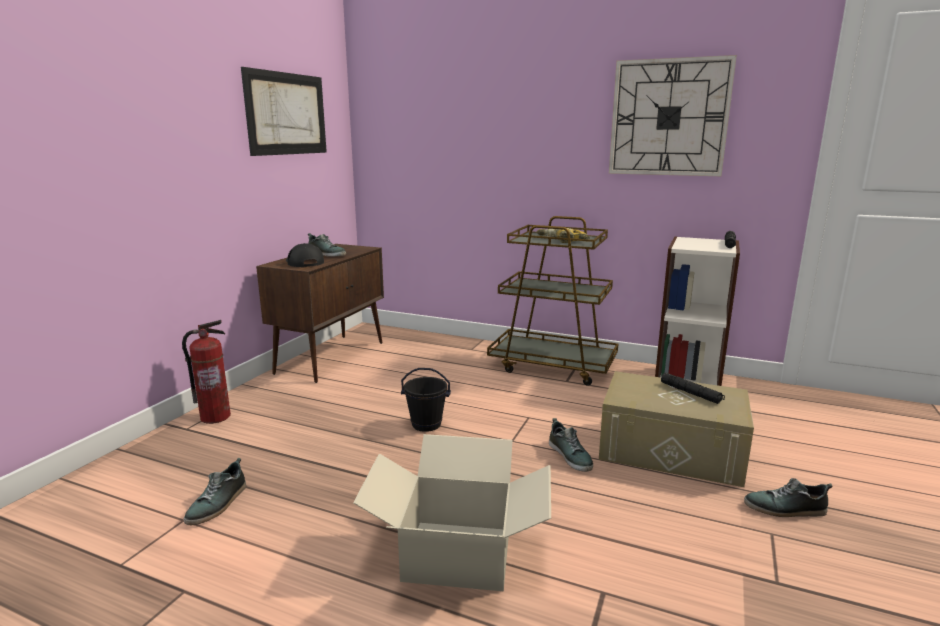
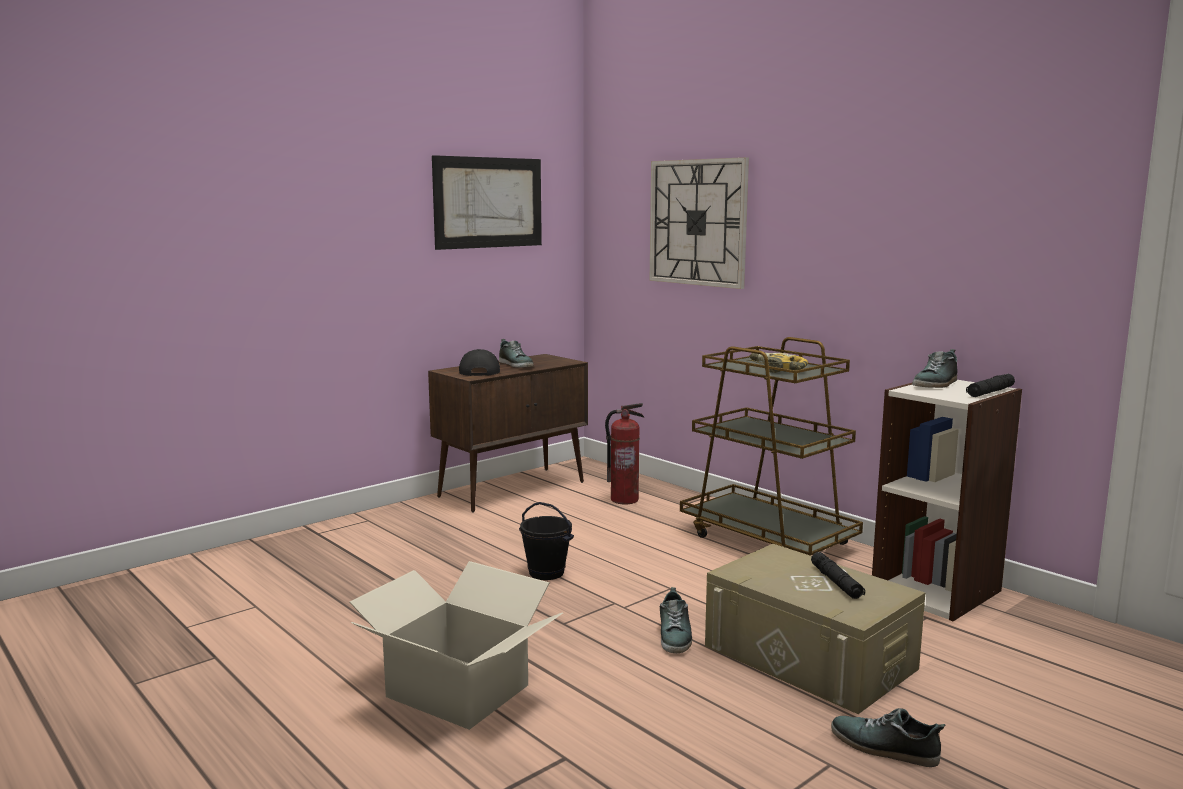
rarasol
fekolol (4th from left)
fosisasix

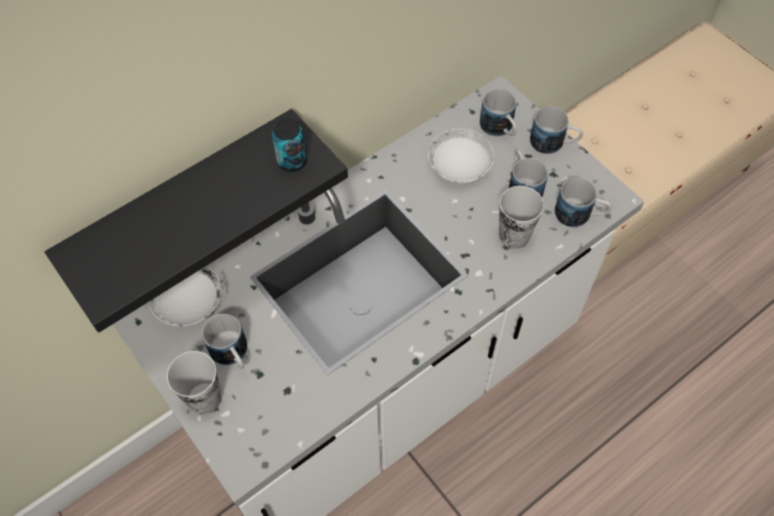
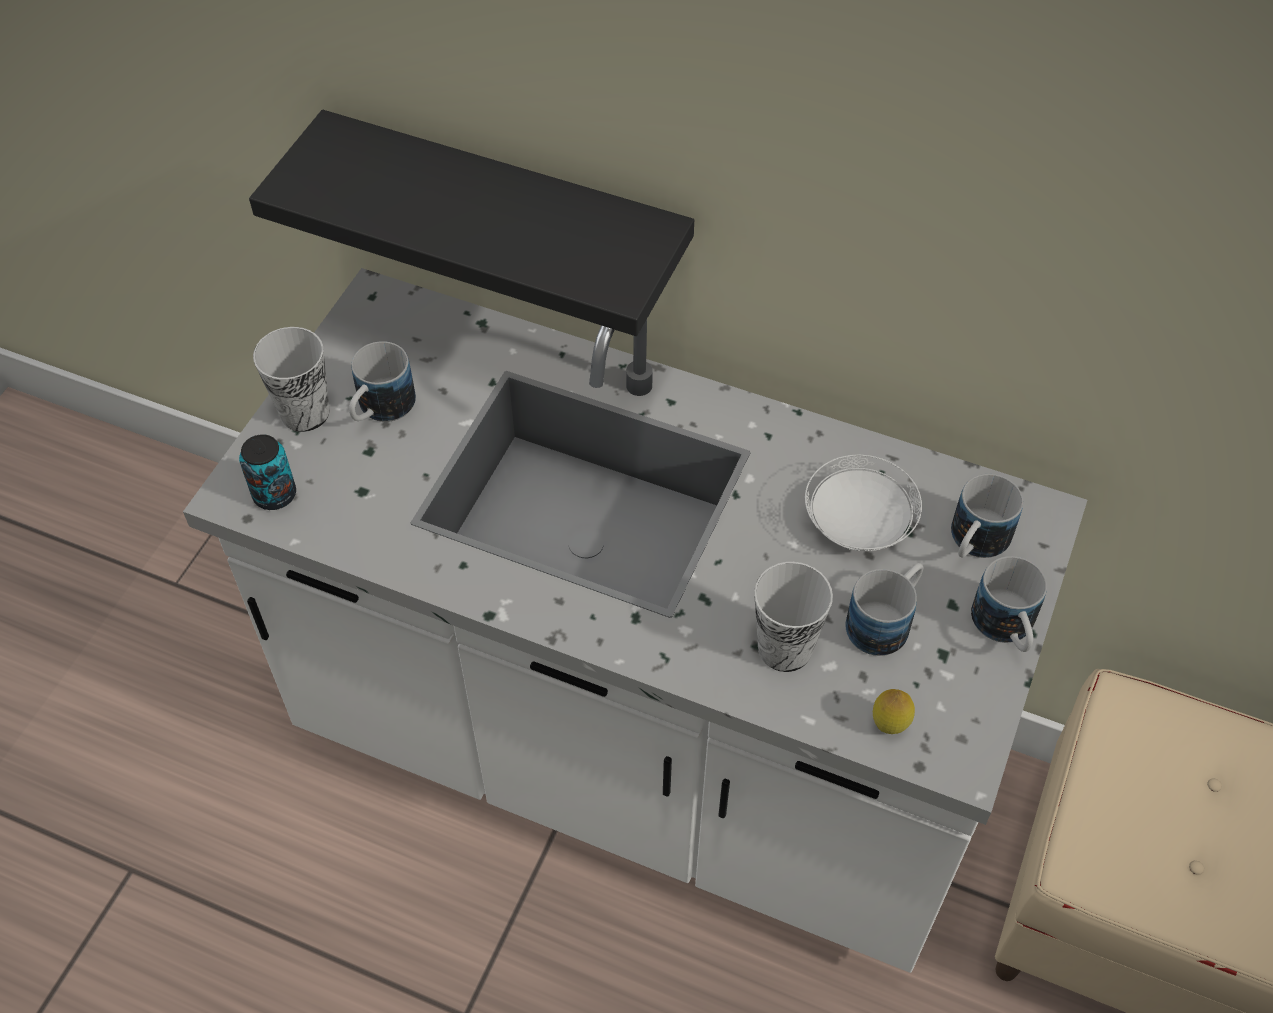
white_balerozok (1st from left in the first image)
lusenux
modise

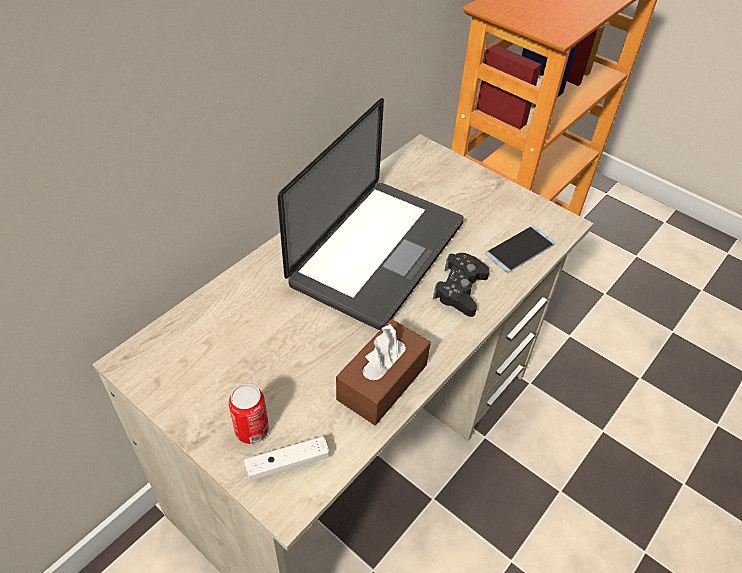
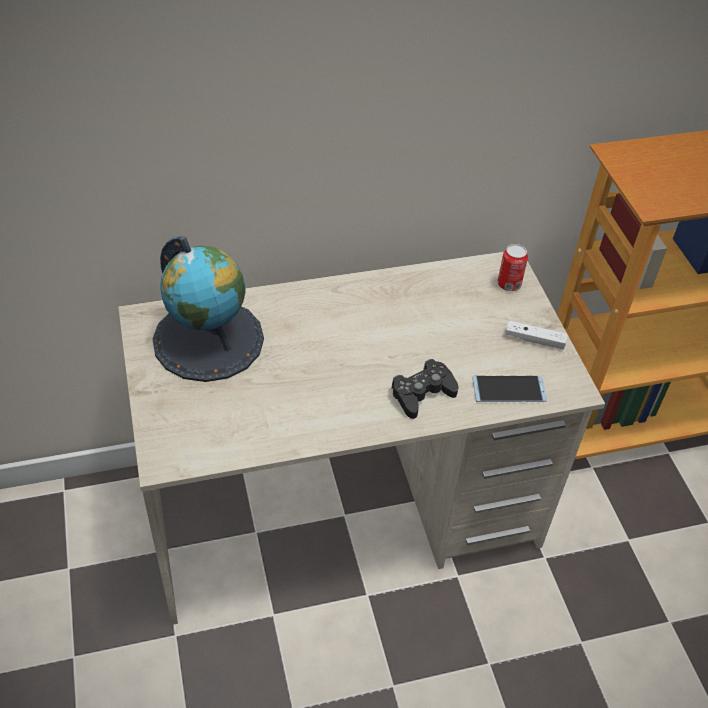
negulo
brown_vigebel
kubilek
lusenux
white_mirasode

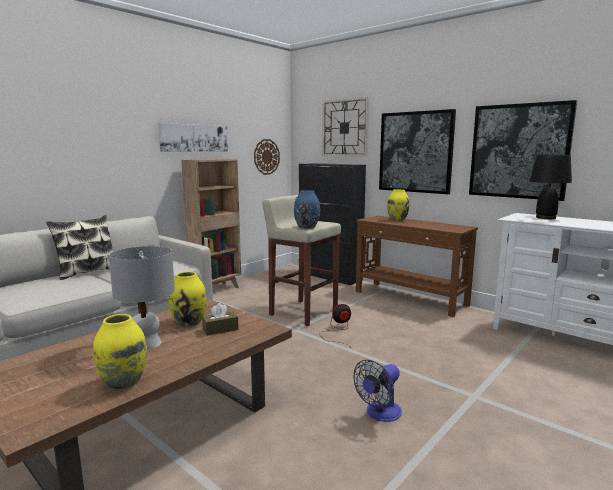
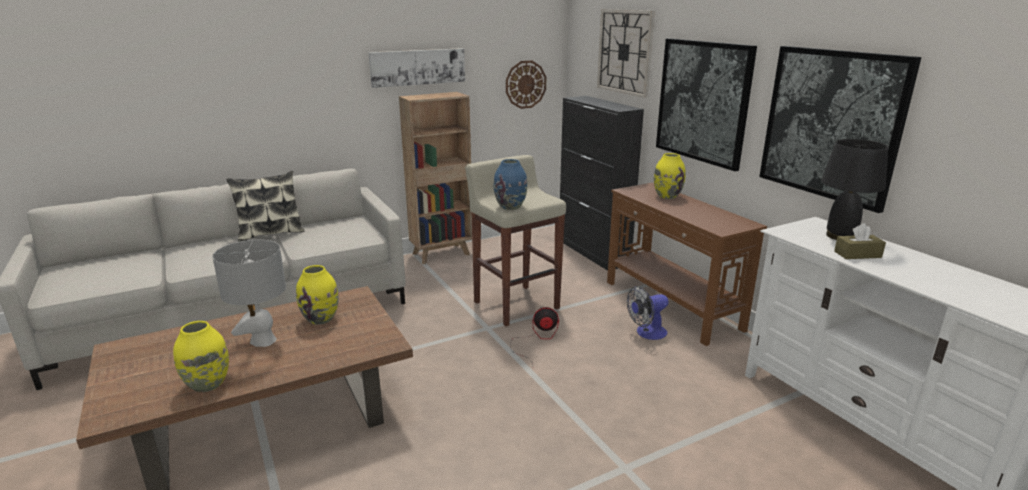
brown_vigebel
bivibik (2nd from left)

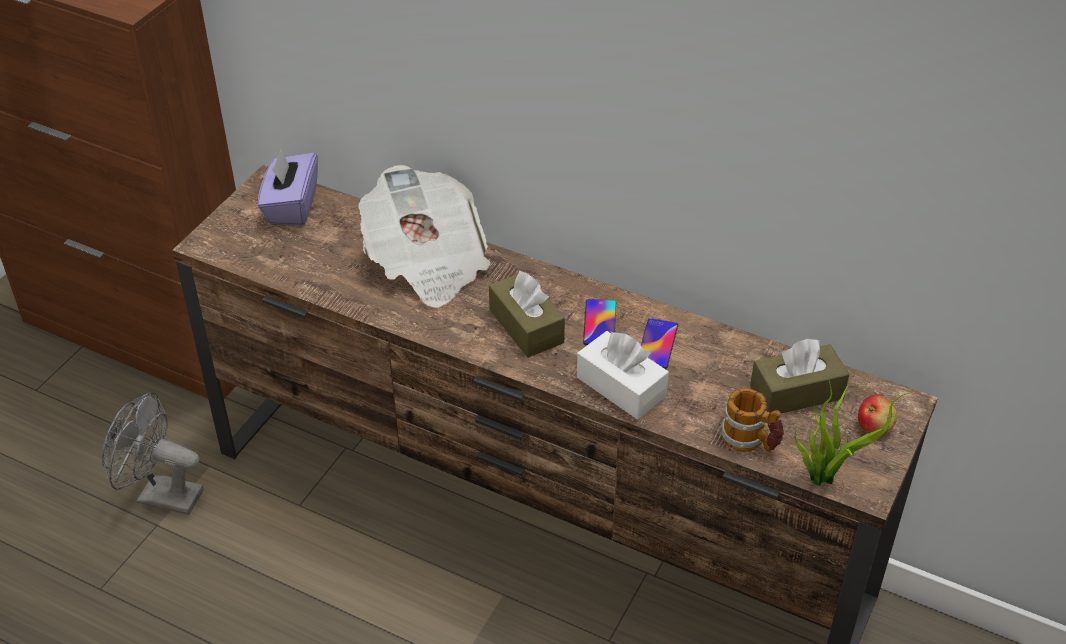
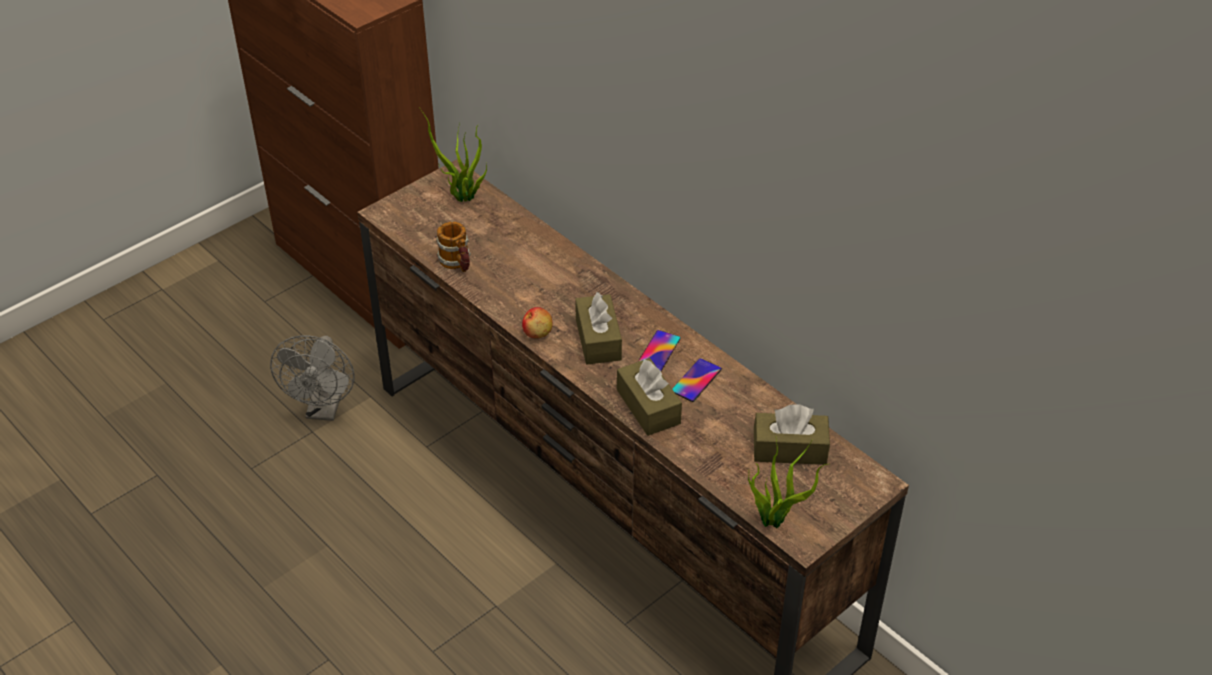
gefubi
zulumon
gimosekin
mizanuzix (1st from left)
brown_vigebel (2nd from left)
grey_bivibik

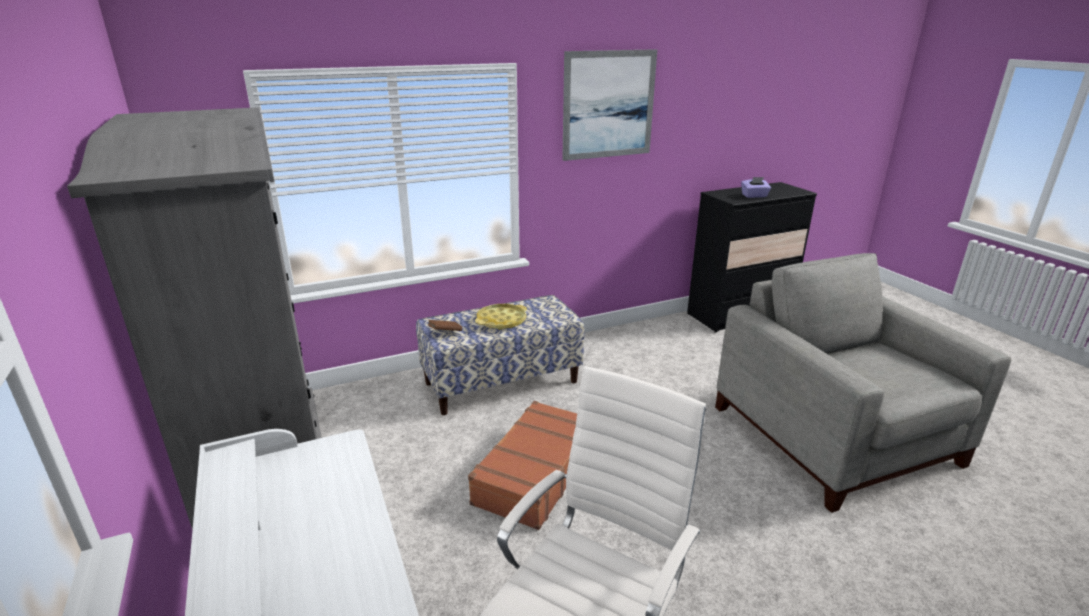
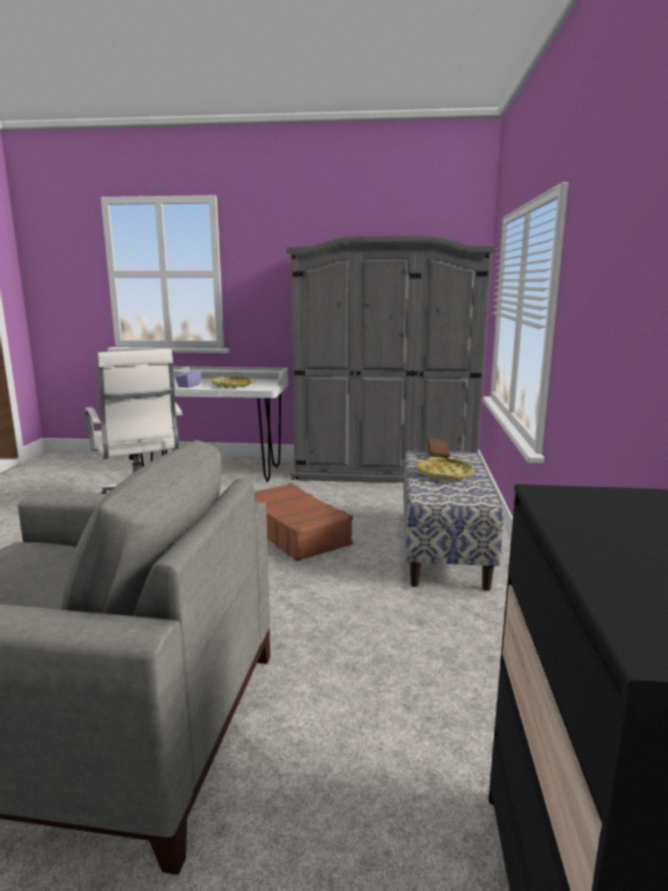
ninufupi
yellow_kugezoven (1st from left)
purple_vigebel

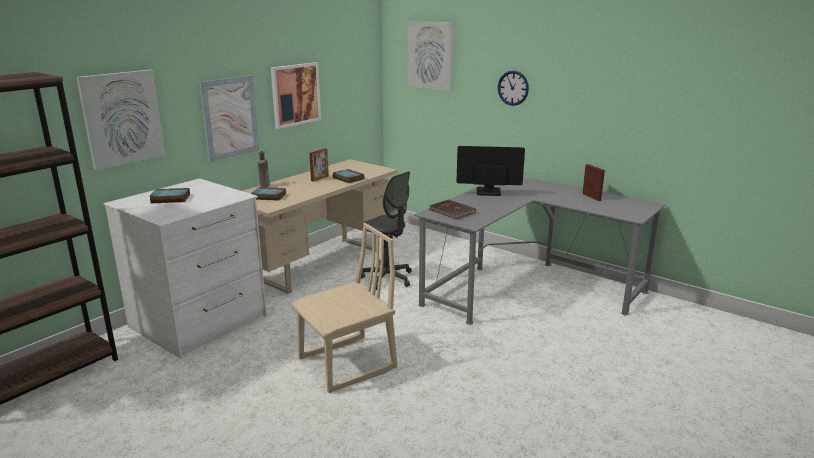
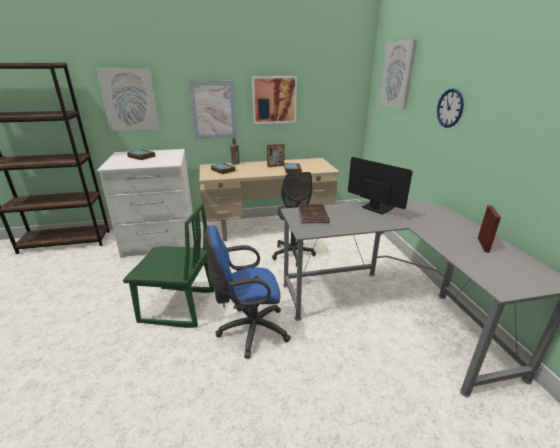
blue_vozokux
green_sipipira

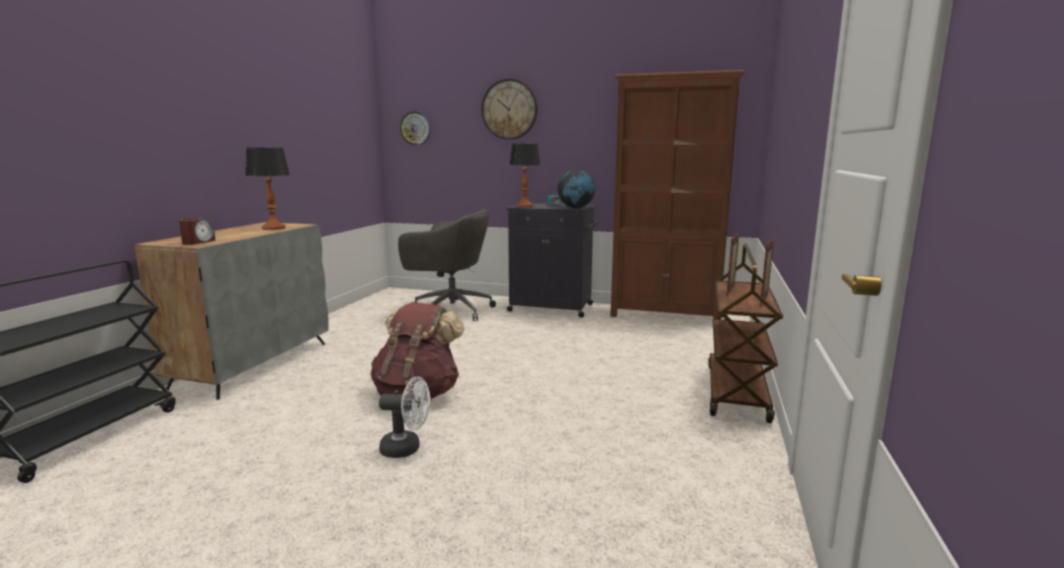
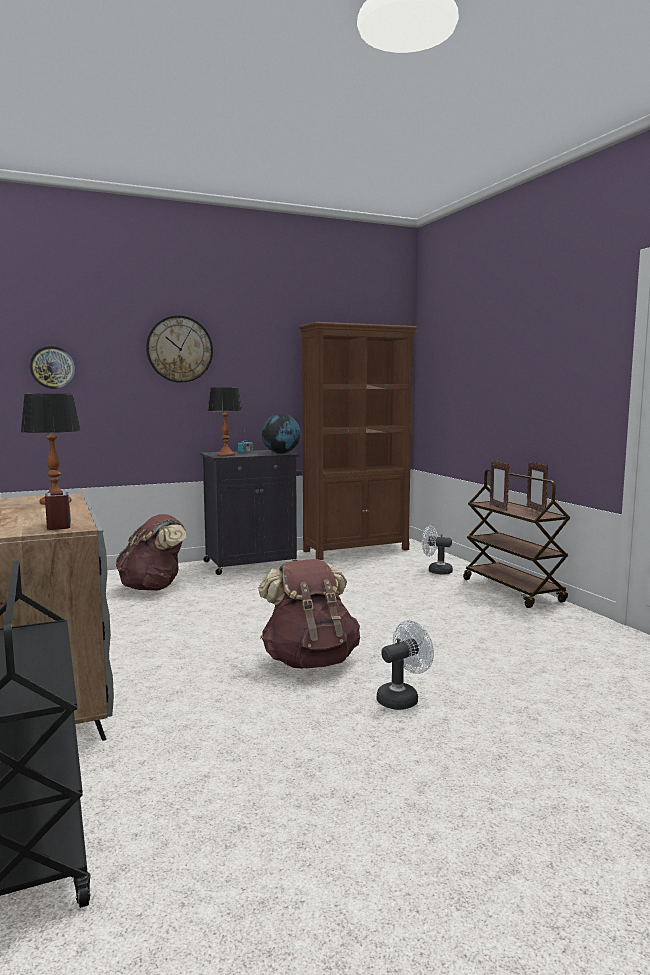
white_bivibik (2nd from left)
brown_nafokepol (1st from left)

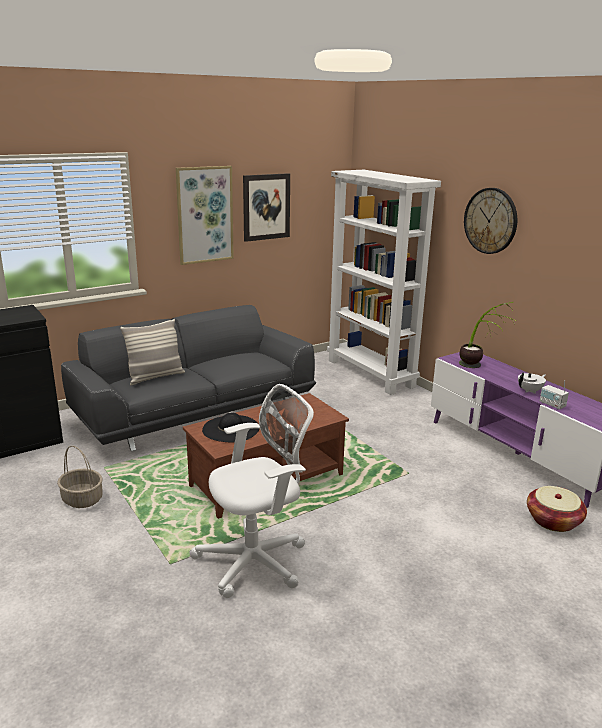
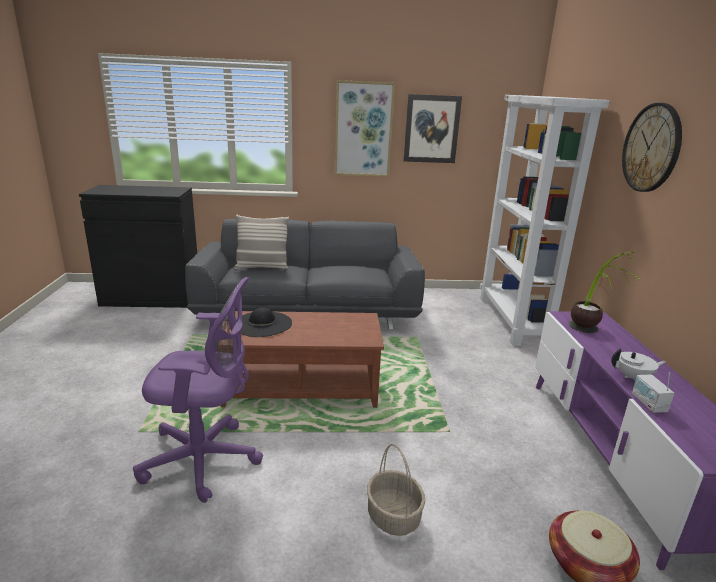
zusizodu (1st from left)
purple_vozokux

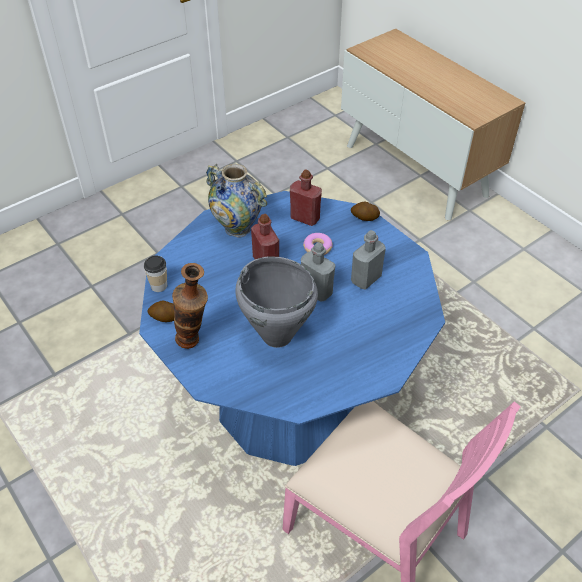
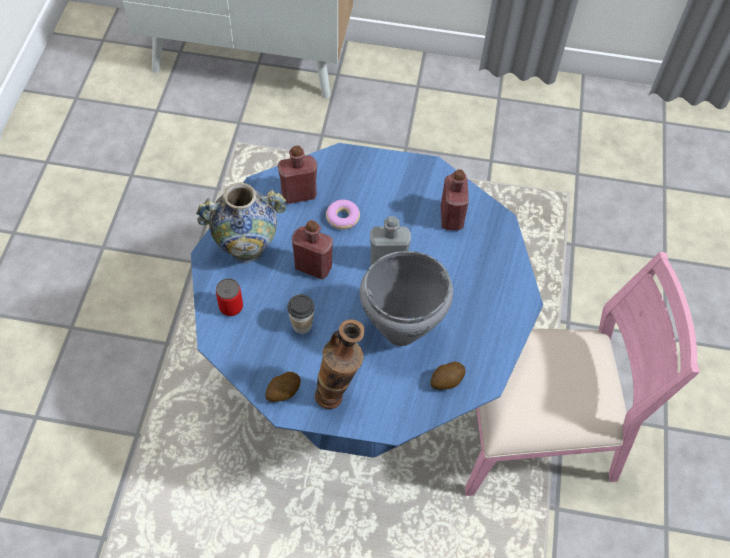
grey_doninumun (2nd from left in the first image)
lusenux
red_doninumun (3rd from left)
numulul
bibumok (2nd from left)

